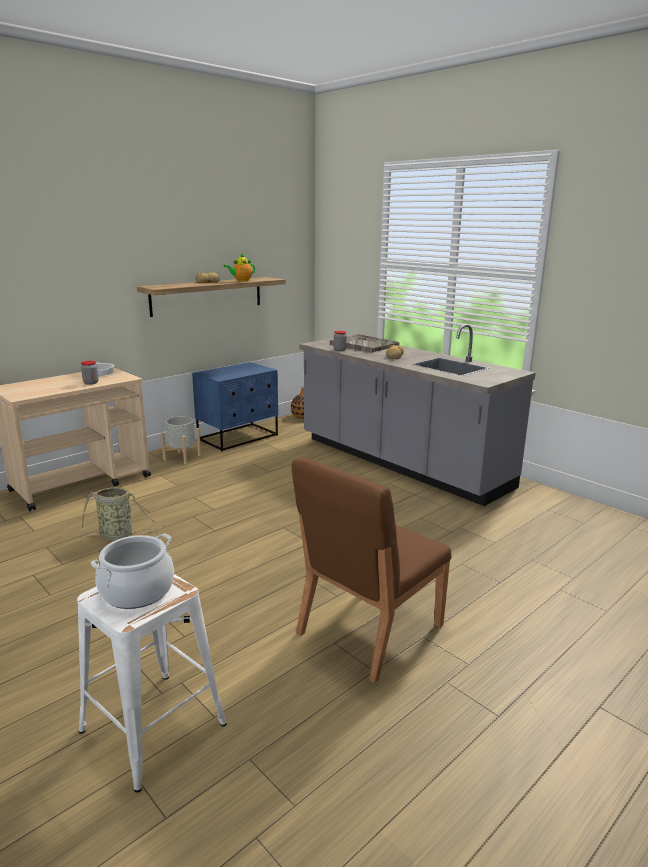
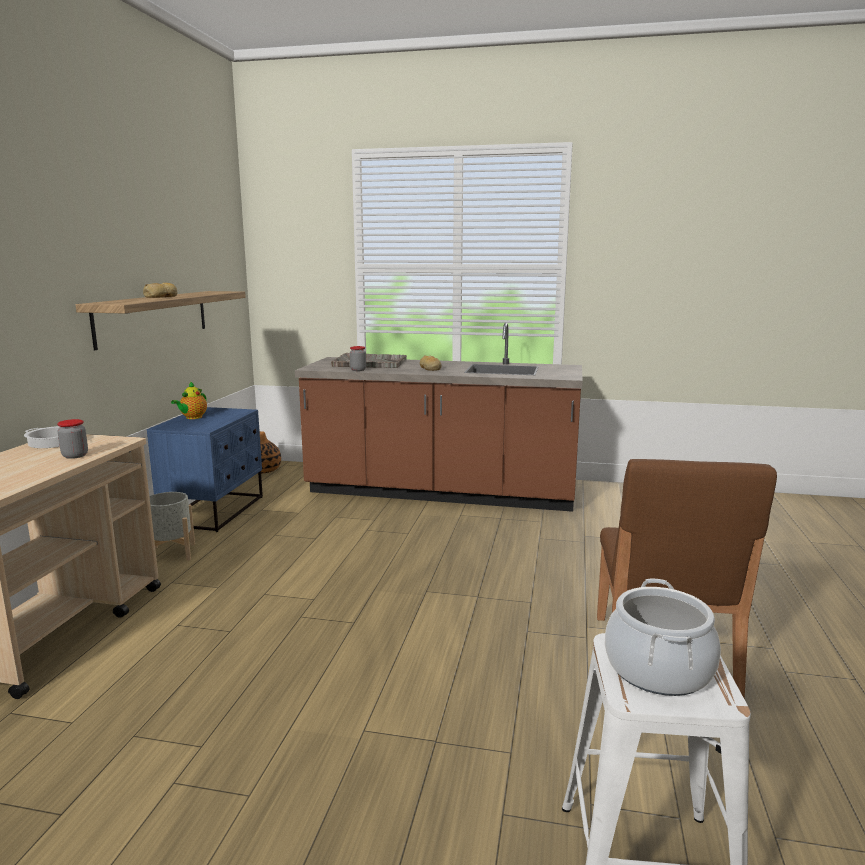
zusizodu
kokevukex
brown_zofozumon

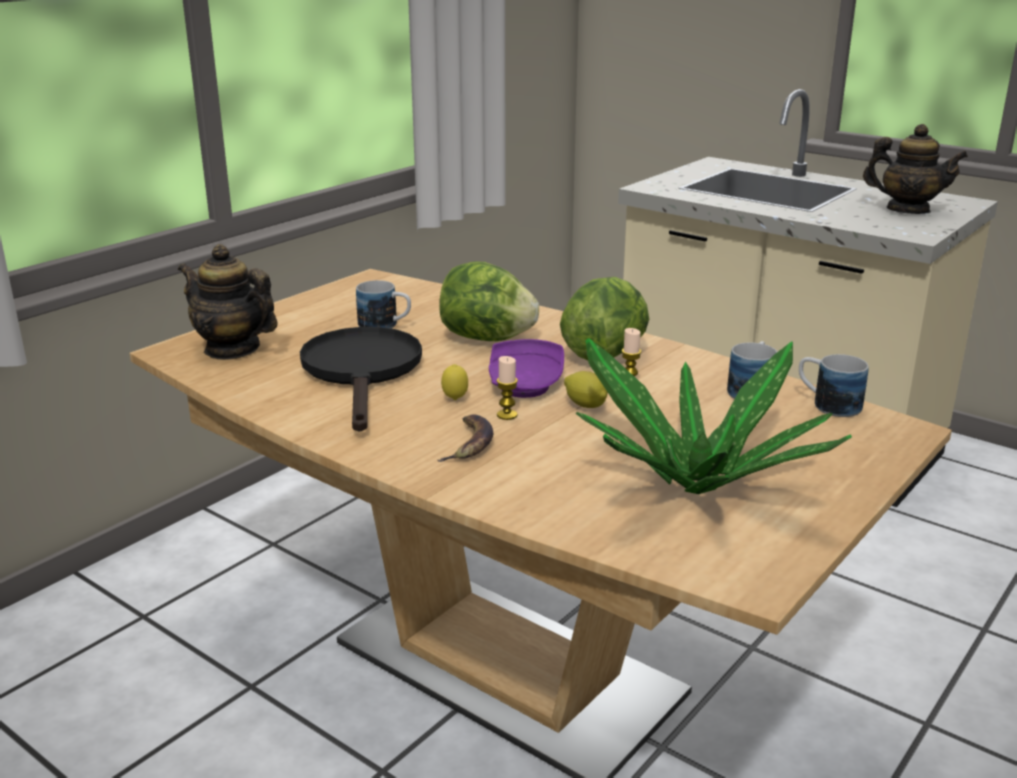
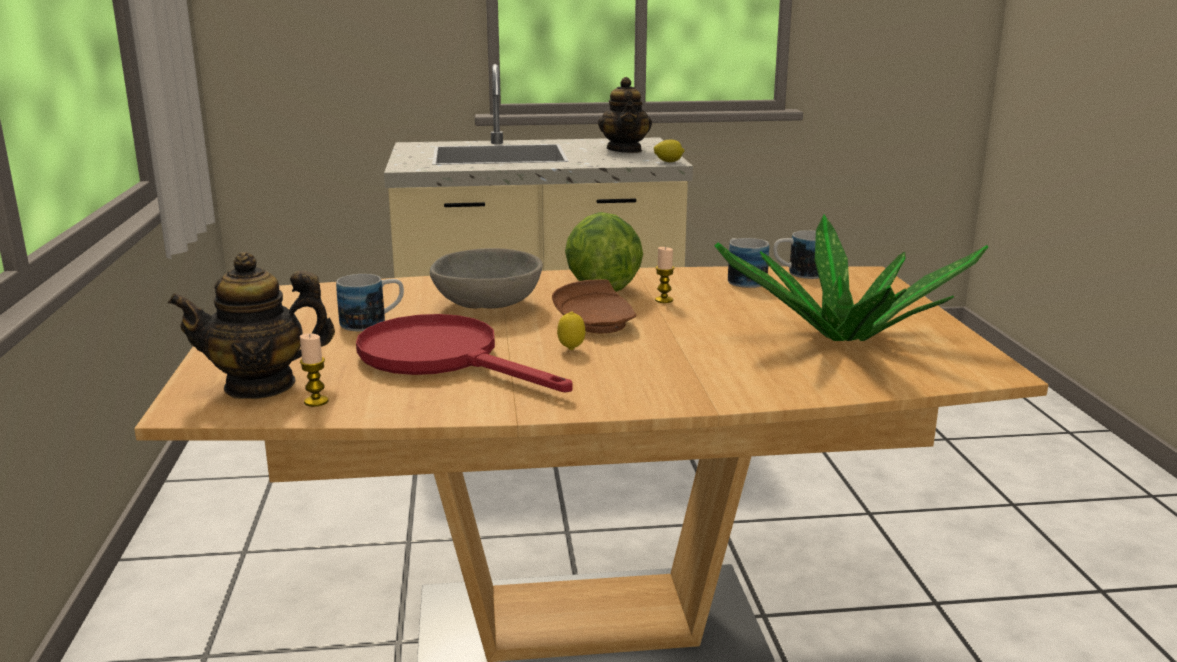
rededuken
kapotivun (1st from left)
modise (2nd from left)
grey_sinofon
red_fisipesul
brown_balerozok
kokevukex (2nd from left)

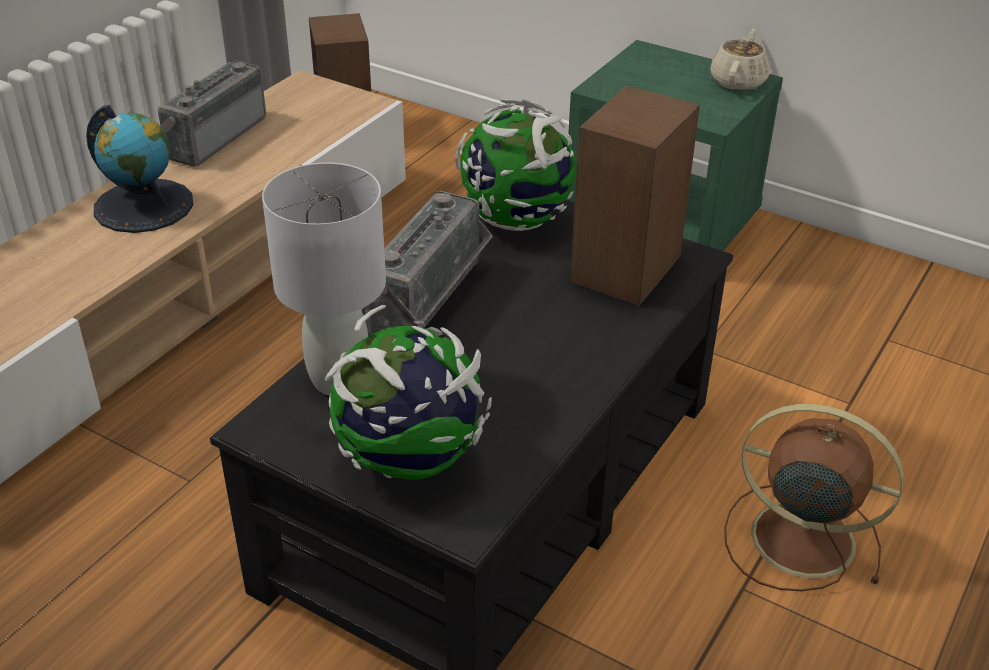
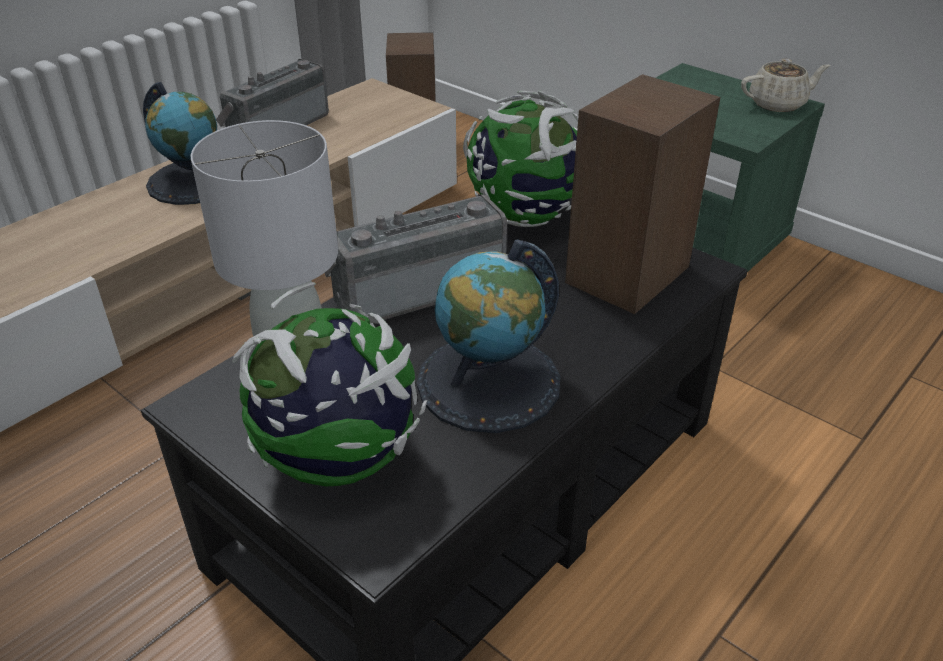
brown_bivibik
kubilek (3rd from left)
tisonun (2nd from left)
beige_kokevukex

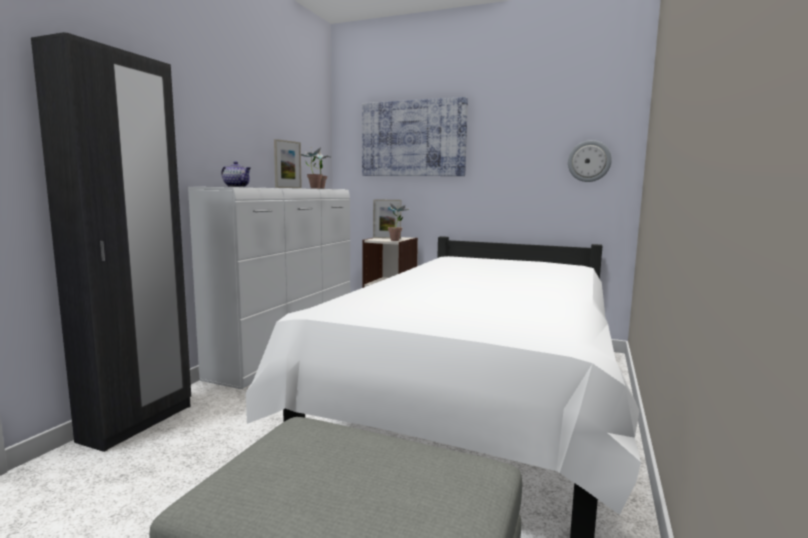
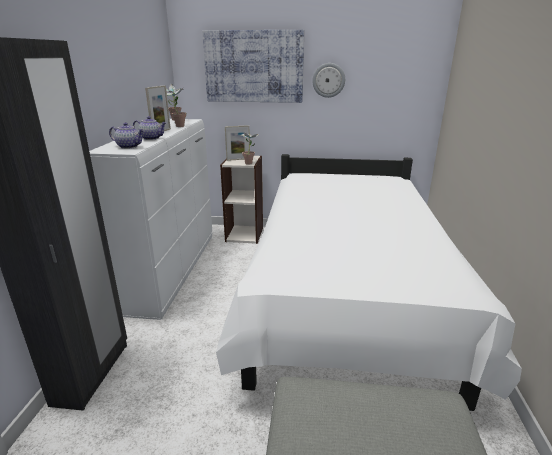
kokevukex (2nd from left)
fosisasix

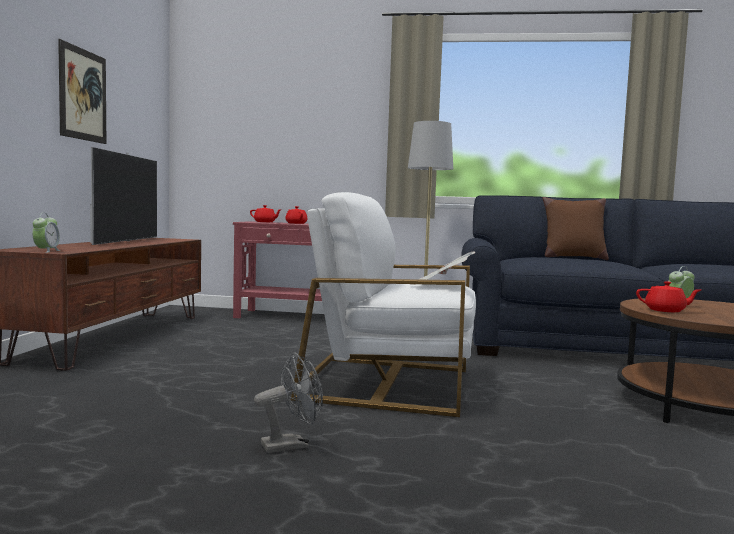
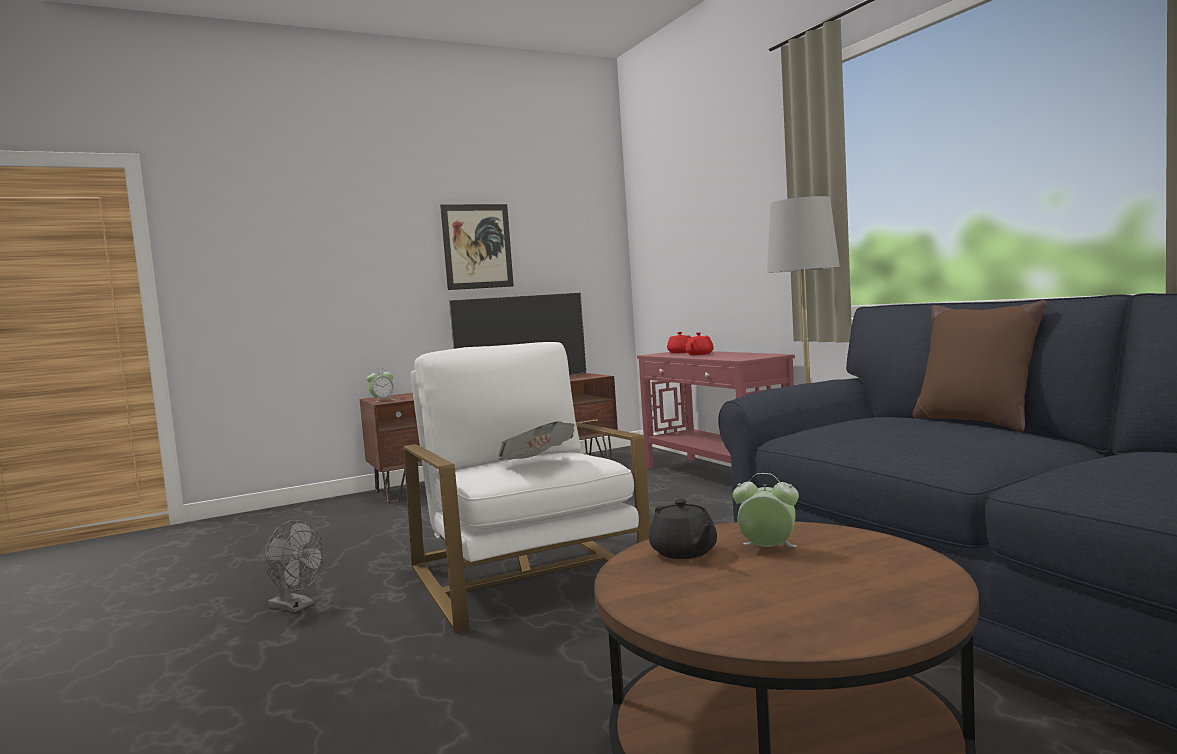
black_kokevukex

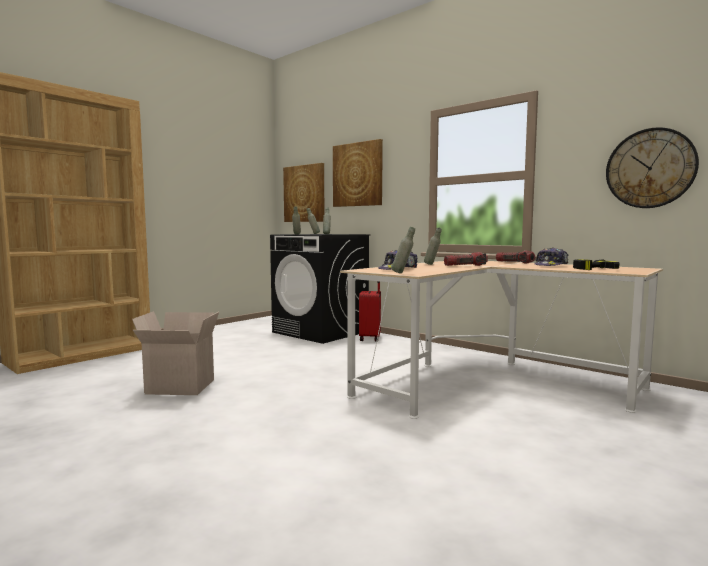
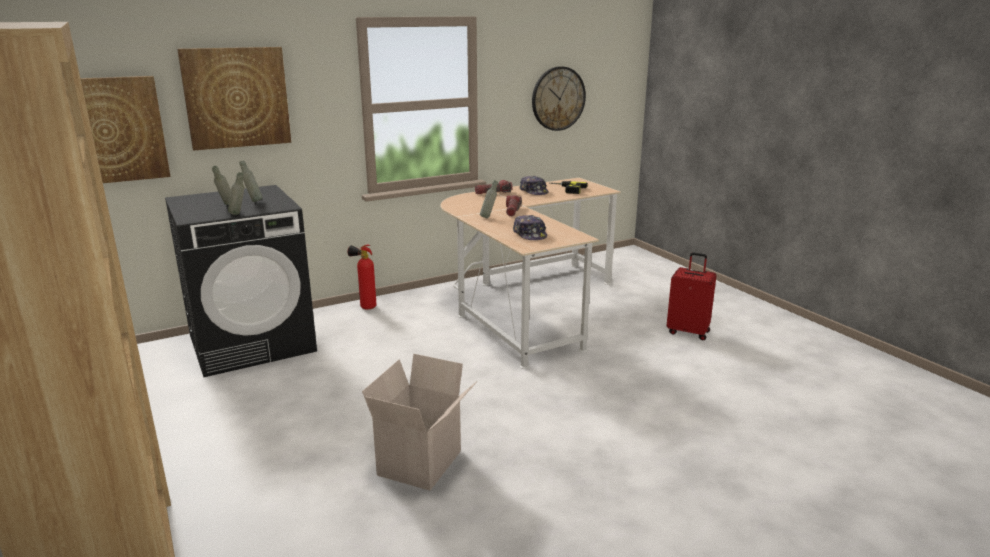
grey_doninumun (4th from left in the first image)
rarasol
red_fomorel

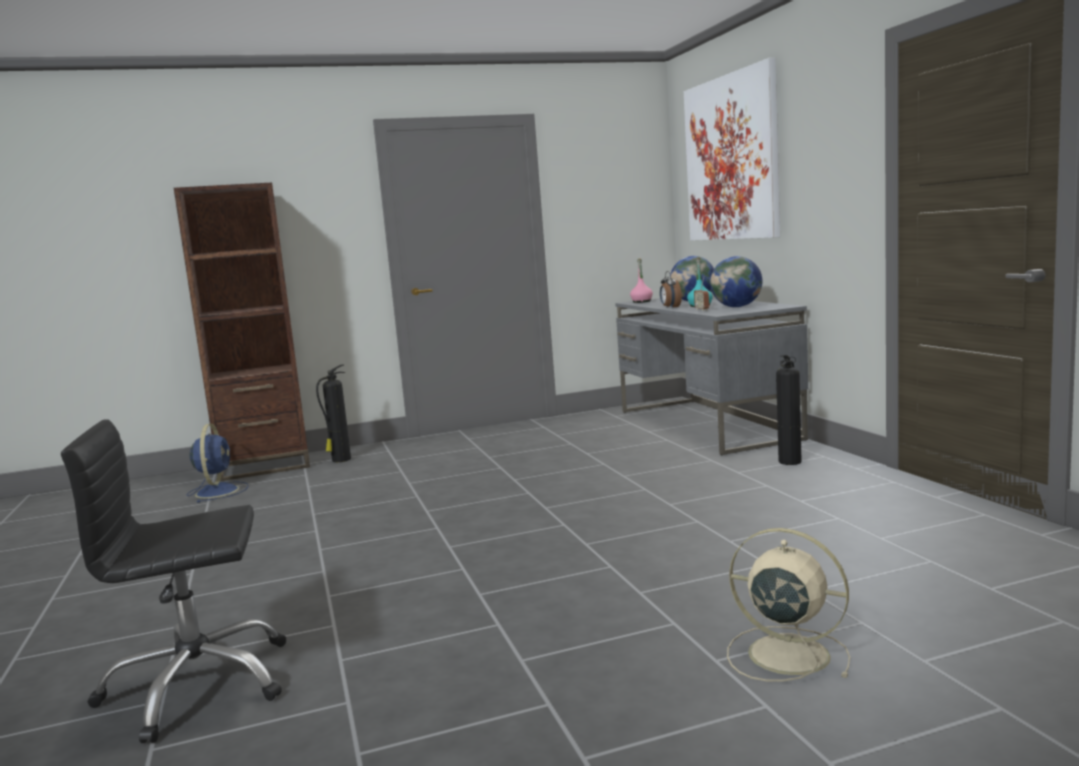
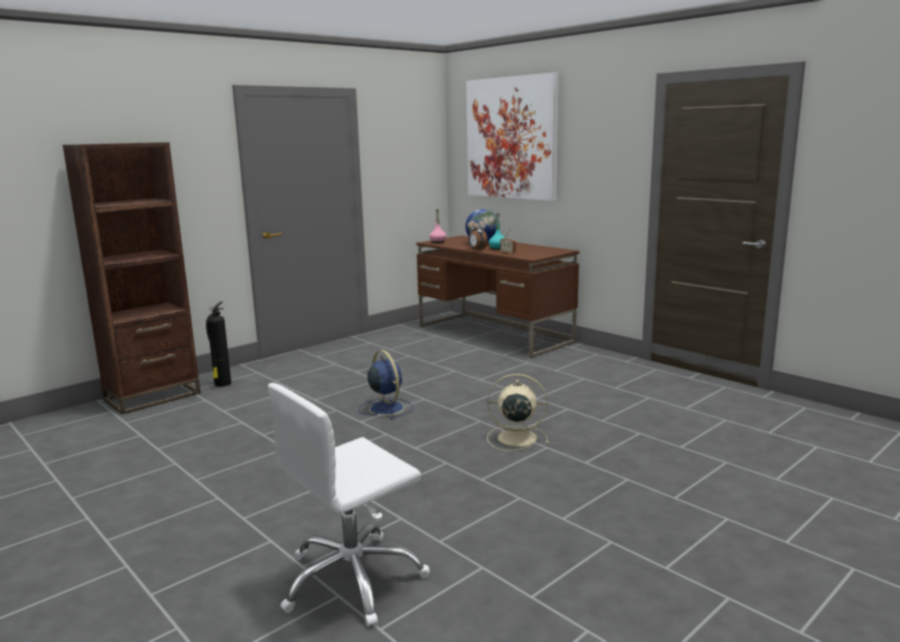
kubilek (2nd from left in the first image)
rarasol (2nd from left in the first image)
blue_bivibik
beige_bivibik
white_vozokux
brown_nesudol

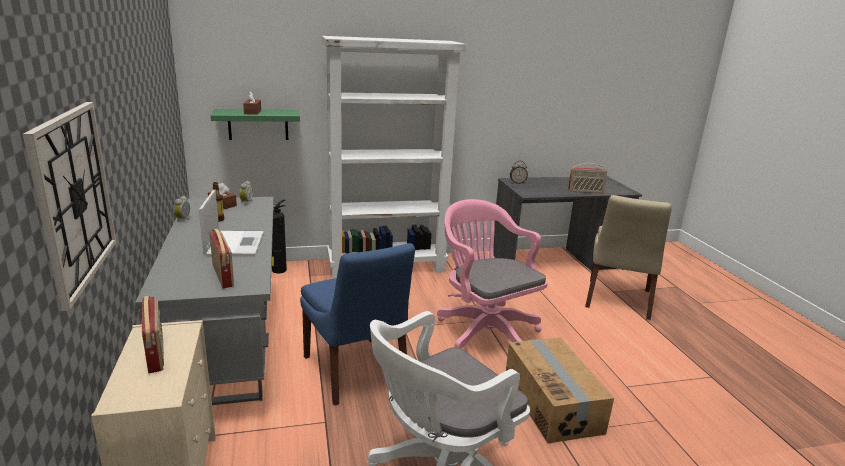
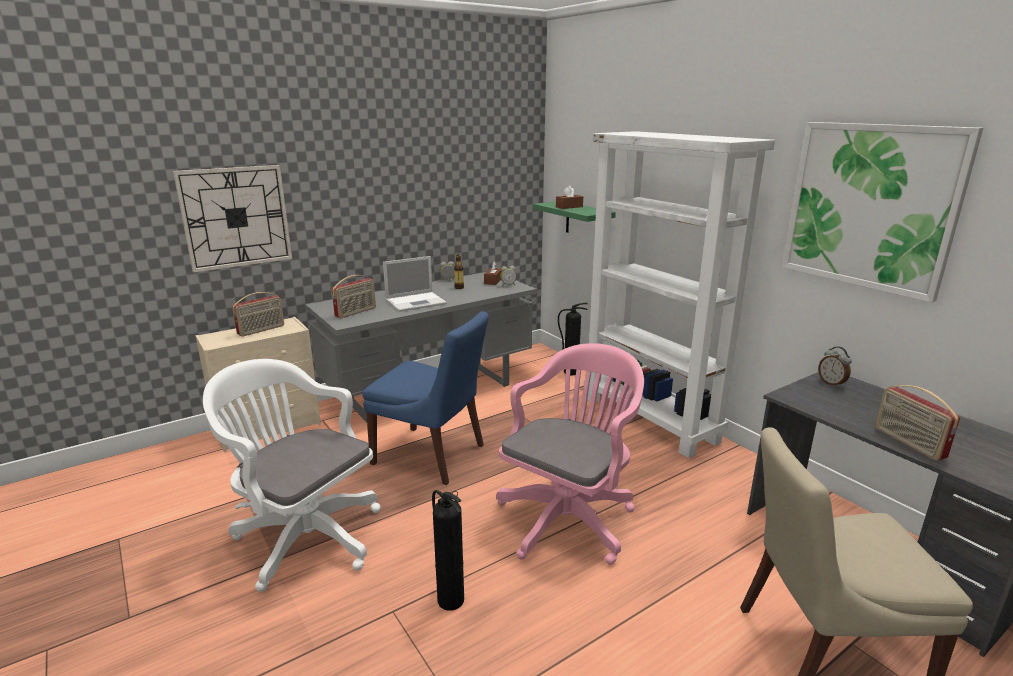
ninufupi
rarasol (1st from left)
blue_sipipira

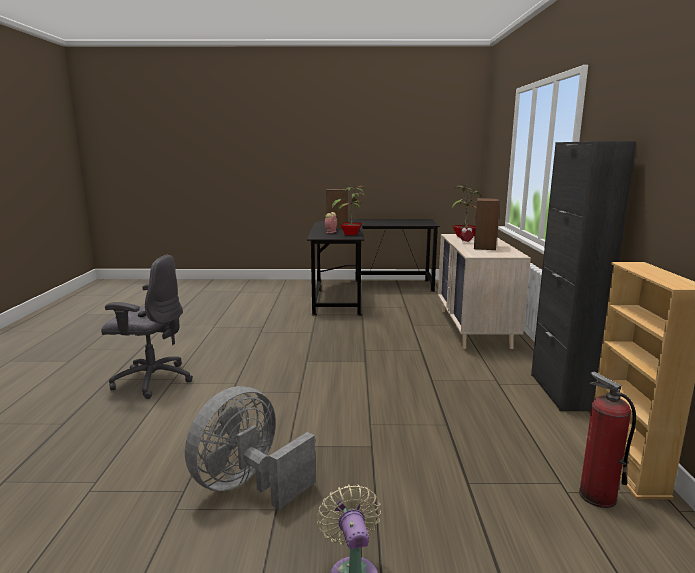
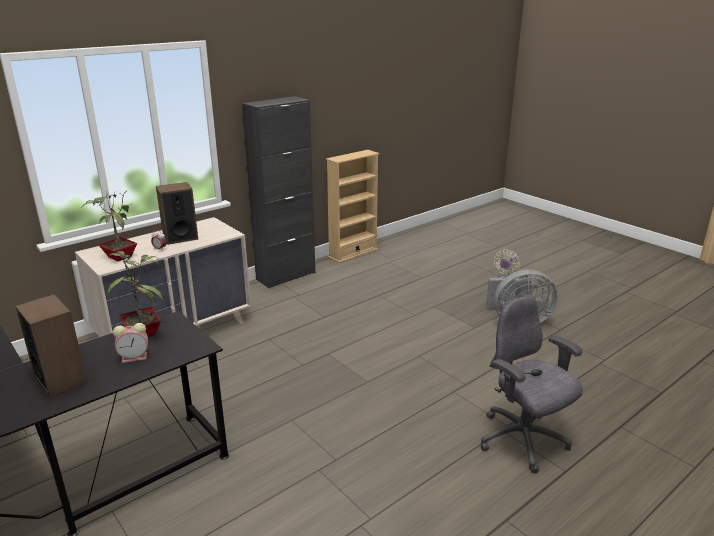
rarasol

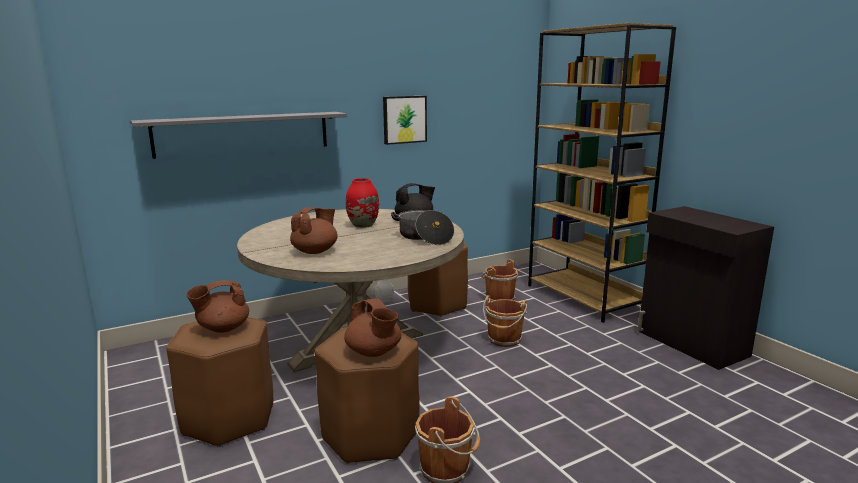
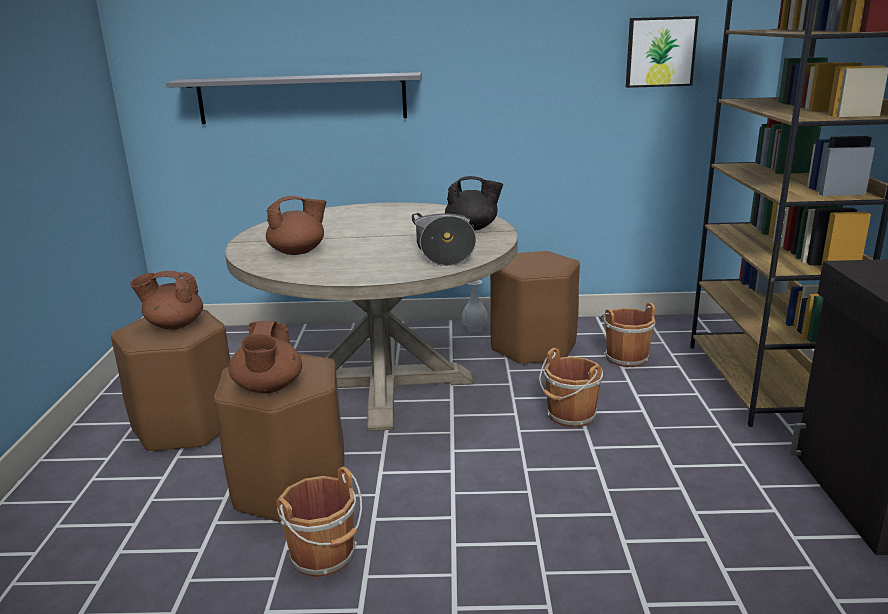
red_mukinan
ninufupi

